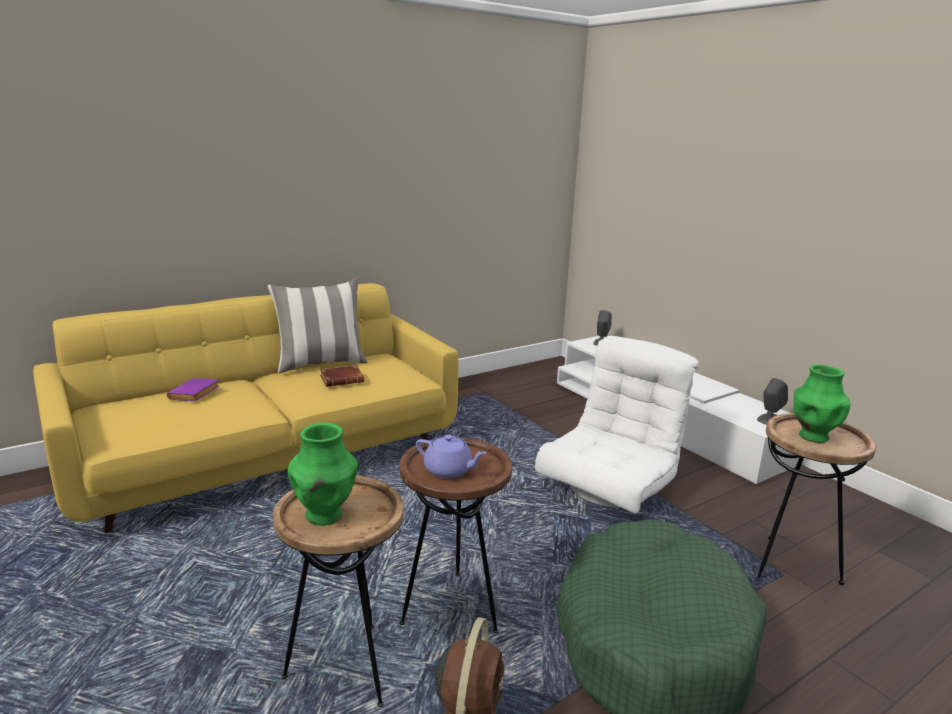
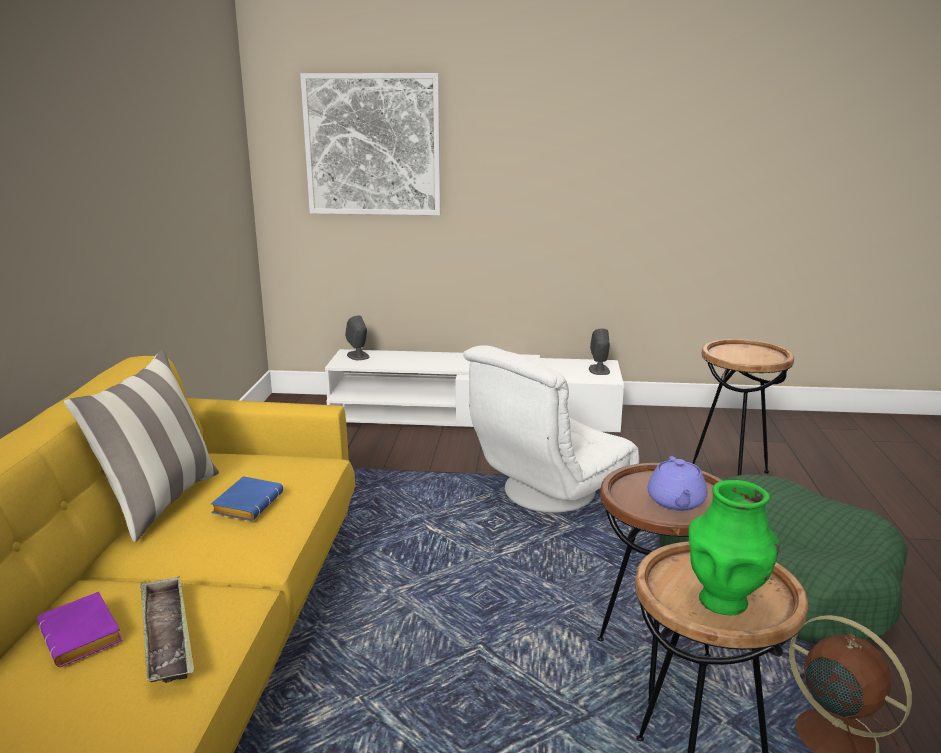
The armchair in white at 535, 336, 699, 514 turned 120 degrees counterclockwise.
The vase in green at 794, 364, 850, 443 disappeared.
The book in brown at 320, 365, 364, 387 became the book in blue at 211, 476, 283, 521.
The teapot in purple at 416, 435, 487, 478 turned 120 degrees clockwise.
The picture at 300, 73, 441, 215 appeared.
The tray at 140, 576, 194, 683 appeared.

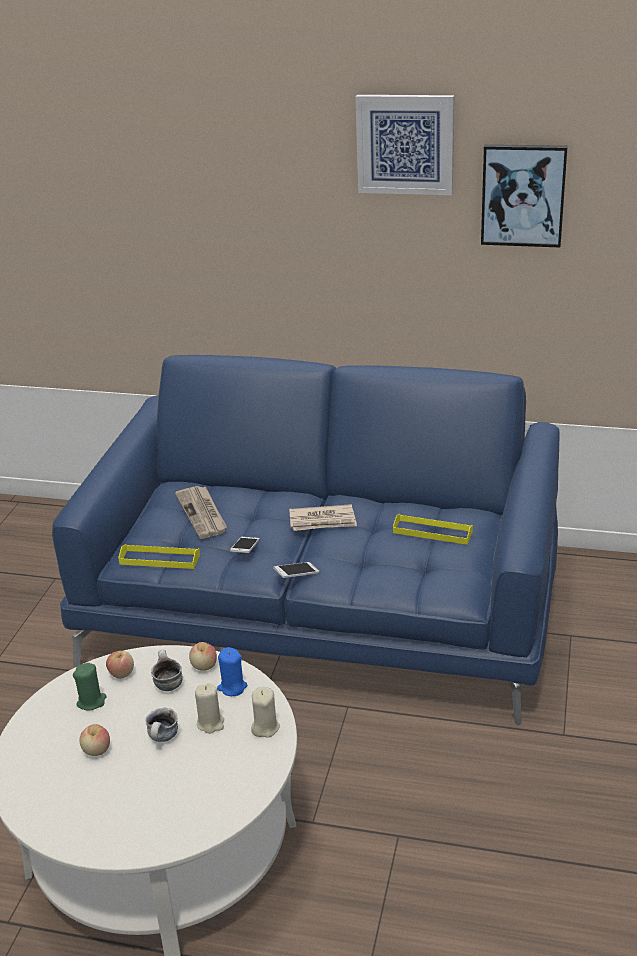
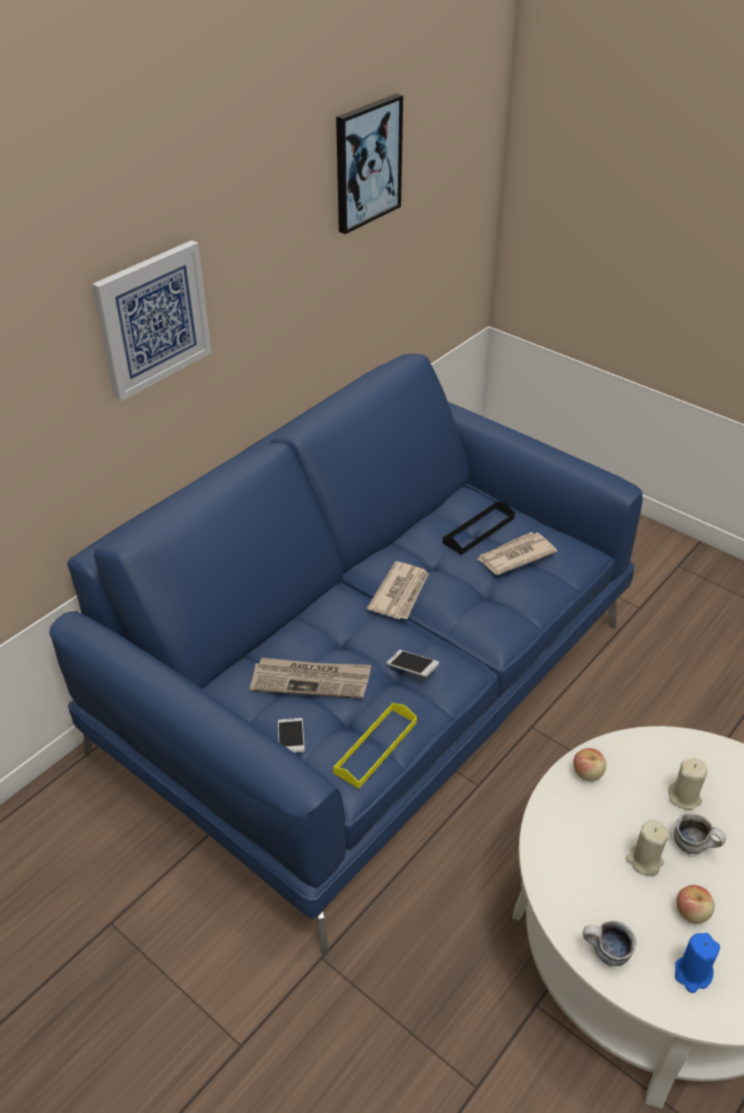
The picture moved from 356, 95, 454, 195 to 92, 240, 211, 401.
The tray in yellow at 393, 514, 473, 545 became the tray in black at 443, 501, 515, 555.
The phone moved from 273, 562, 319, 578 to 278, 718, 305, 753.
The candle in blue moved from 217, 647, 248, 696 to 675, 933, 720, 993.
The mug moved from 151, 650, 183, 691 to 583, 921, 637, 966.
The apple at 106, 651, 134, 679 disappeared.
The candle in green at 73, 663, 107, 711 disappeared.
The candle in beige moved from 251, 687, 280, 738 to 626, 820, 670, 876.
The newspaper at 477, 532, 557, 575 appeared.

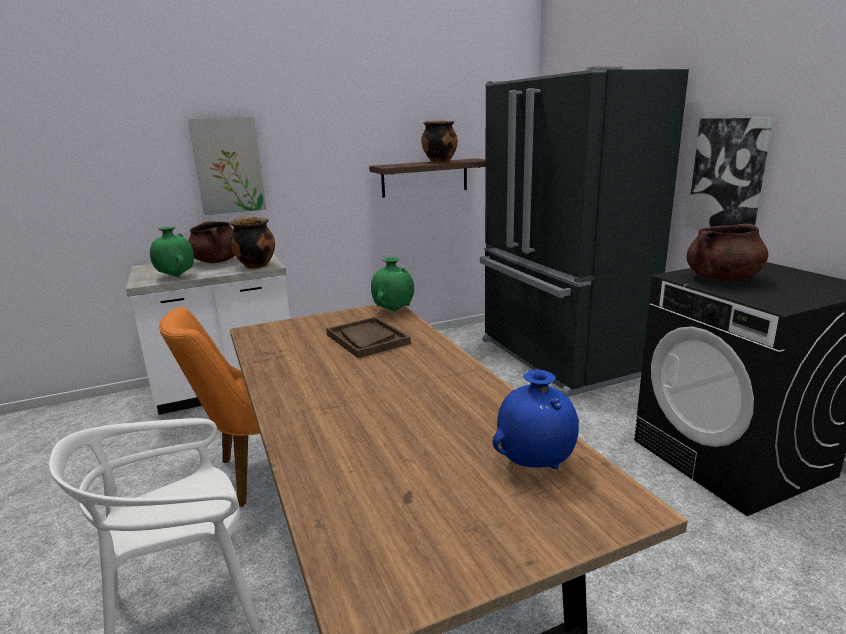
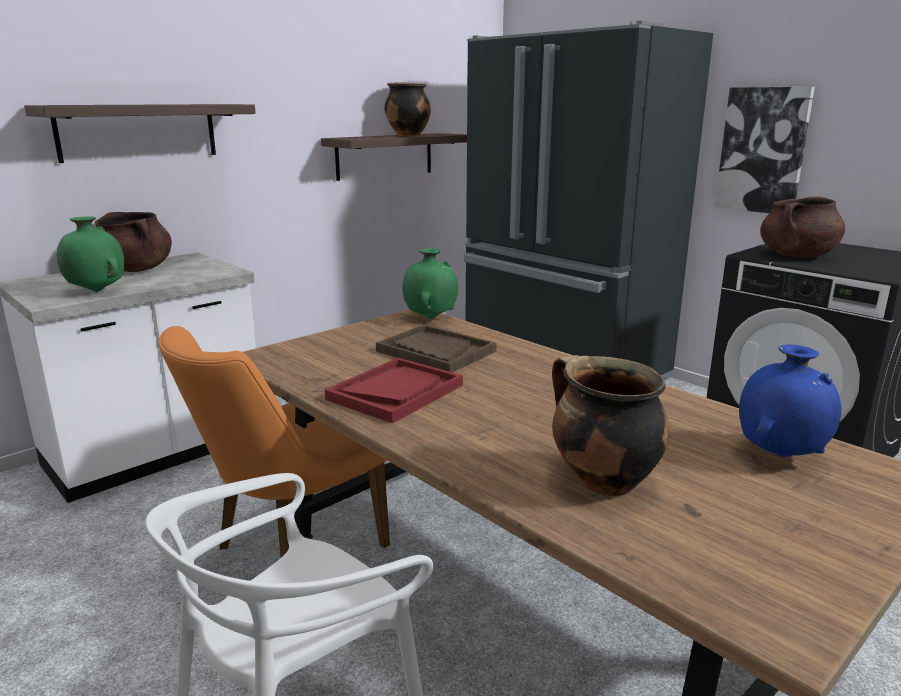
The picture at 188, 117, 266, 215 was replaced by the shelf at 24, 104, 256, 163.
The cooking pot moved from 230, 216, 275, 269 to 552, 355, 670, 496.
The tray in red at 325, 358, 463, 423 appeared.

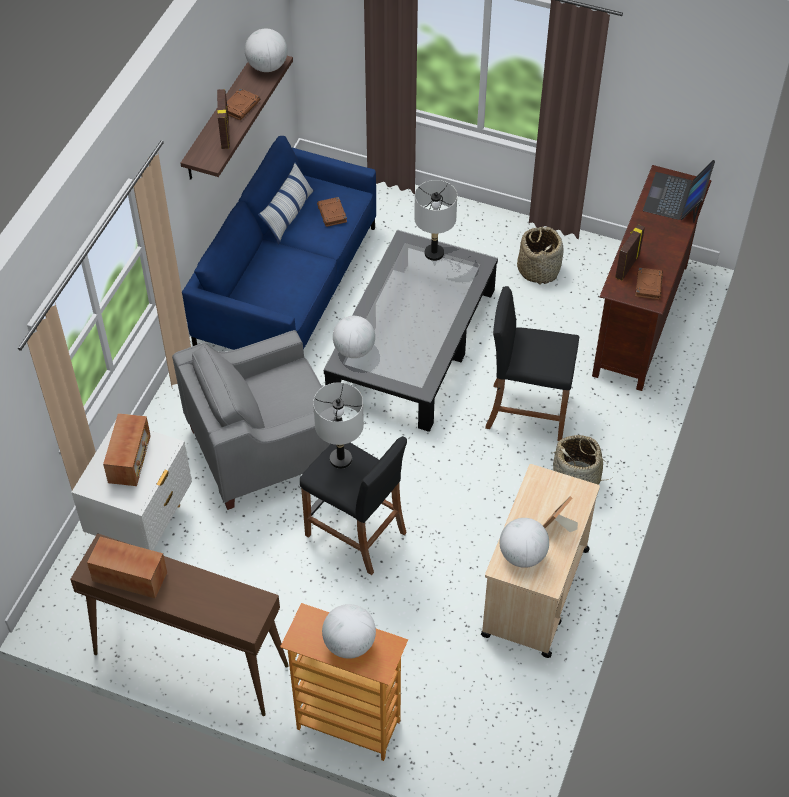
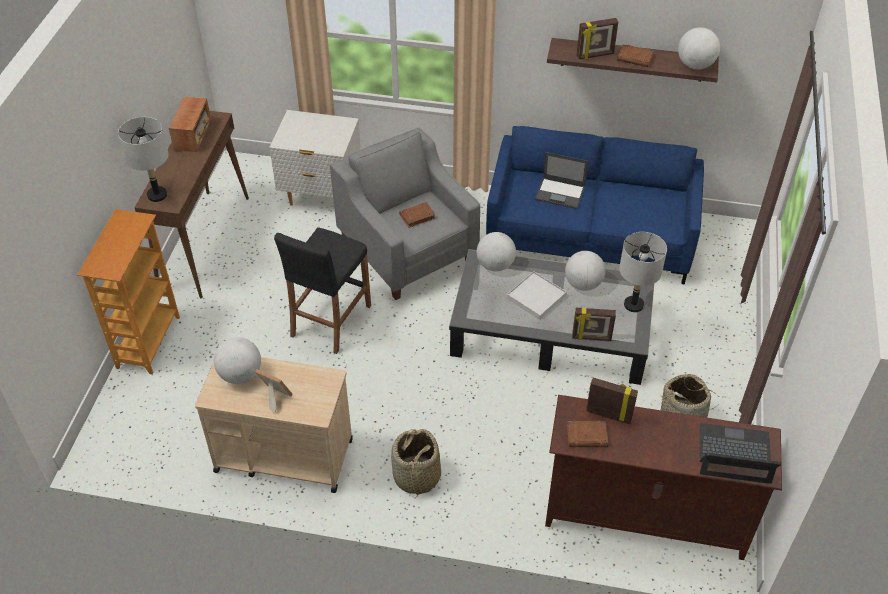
The pillow at 258, 162, 314, 244 disappeared.
The book in brown moved from 317, 197, 347, 227 to 399, 202, 436, 228.
The stool in black at 485, 286, 579, 441 disappeared.
The table lamp in grey moved from 313, 382, 364, 469 to 118, 117, 169, 202.
The radio at 103, 413, 151, 486 disappeared.
The globe moved from 322, 604, 376, 659 to 565, 251, 606, 291.
The laptop at 535, 152, 588, 209 appeared.
The tray in white at 507, 271, 567, 320 appeared.
The picture frame at 572, 308, 616, 341 appeared.

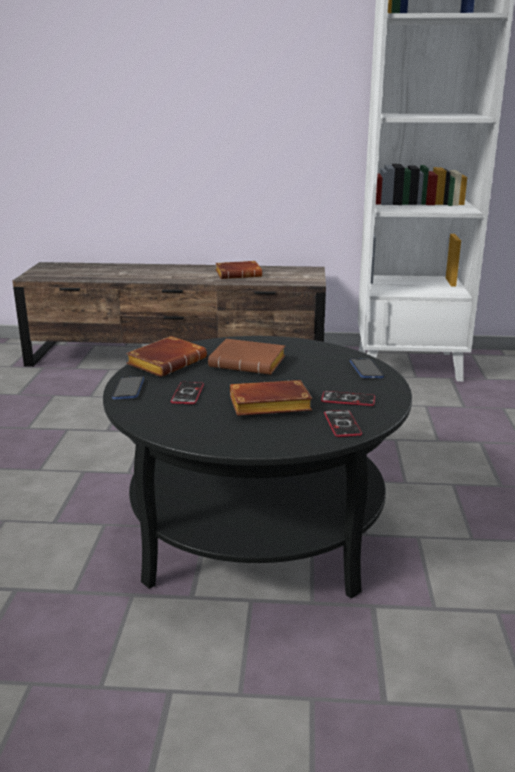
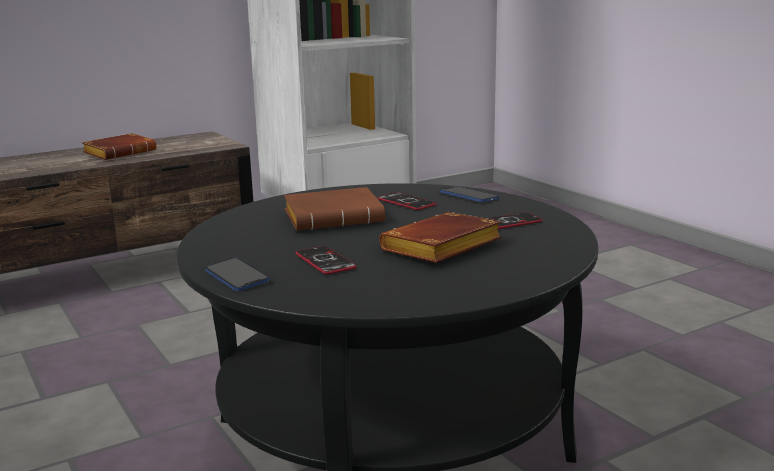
The book in brown at 126, 336, 207, 377 disappeared.
The phone moved from 324, 410, 362, 437 to 378, 192, 437, 210.

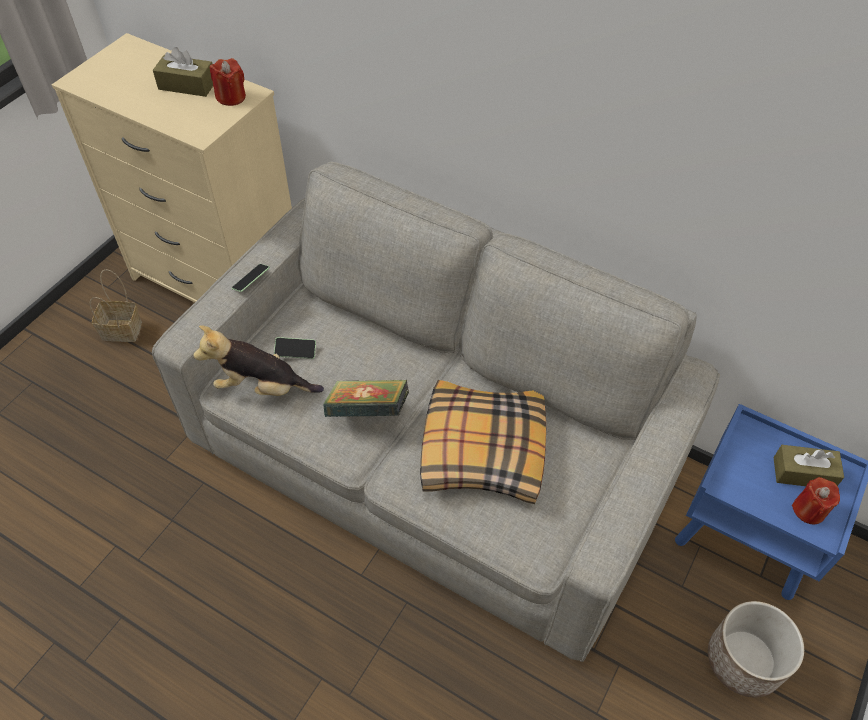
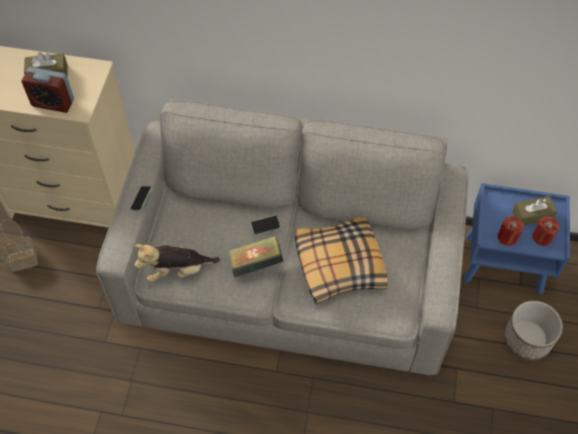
The candle in red moved from 210, 58, 246, 106 to 497, 216, 524, 246.
The phone moved from 274, 337, 316, 359 to 251, 215, 280, 235.
The alarm clock at 22, 67, 74, 113 appeared.

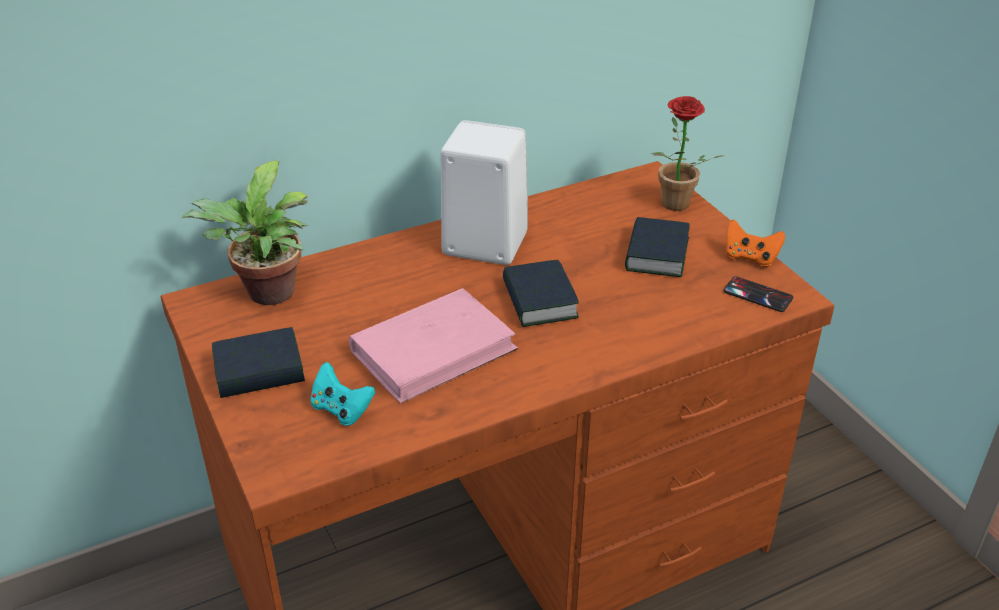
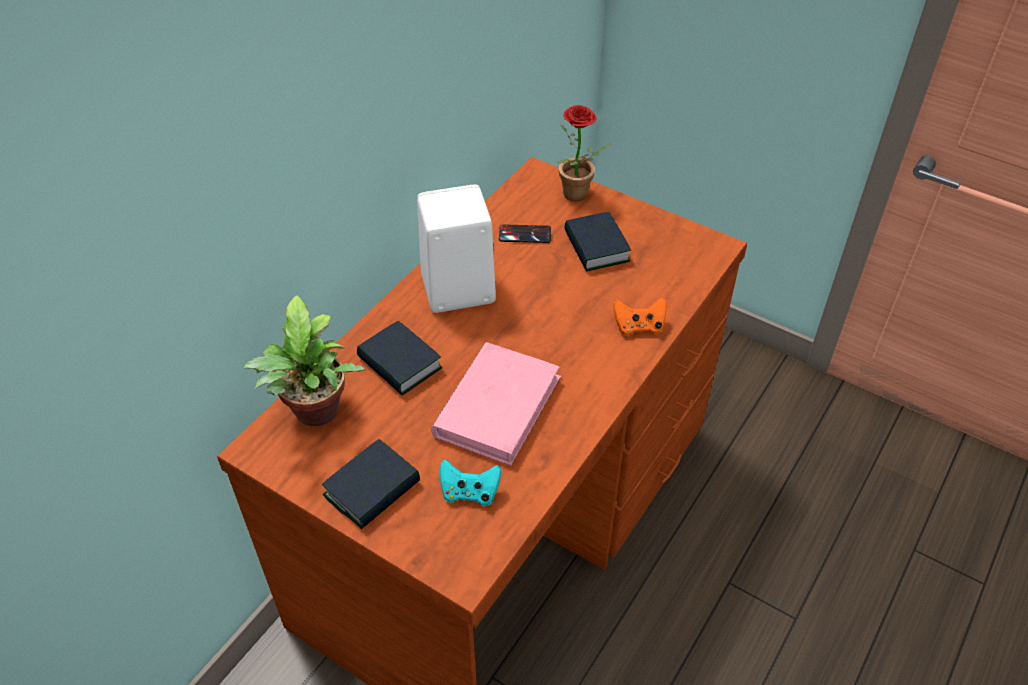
The game controller in orange moved from 726, 219, 785, 267 to 614, 297, 667, 336.
The book moved from 503, 260, 579, 327 to 357, 321, 442, 396.
The phone moved from 723, 276, 793, 312 to 499, 224, 551, 243.

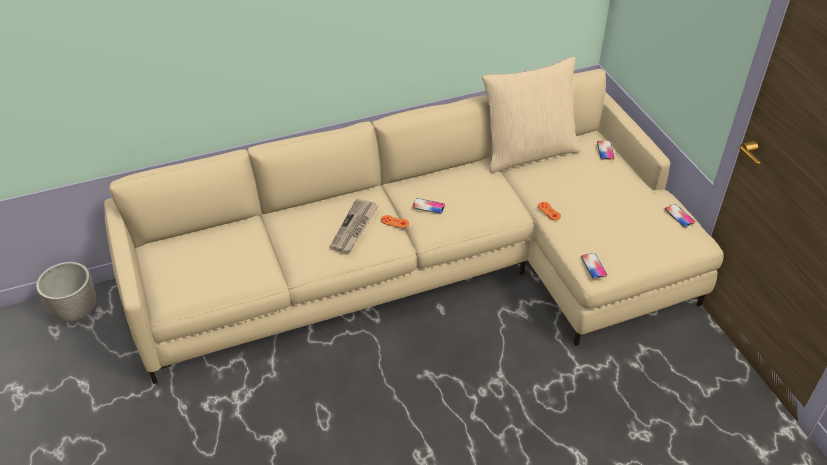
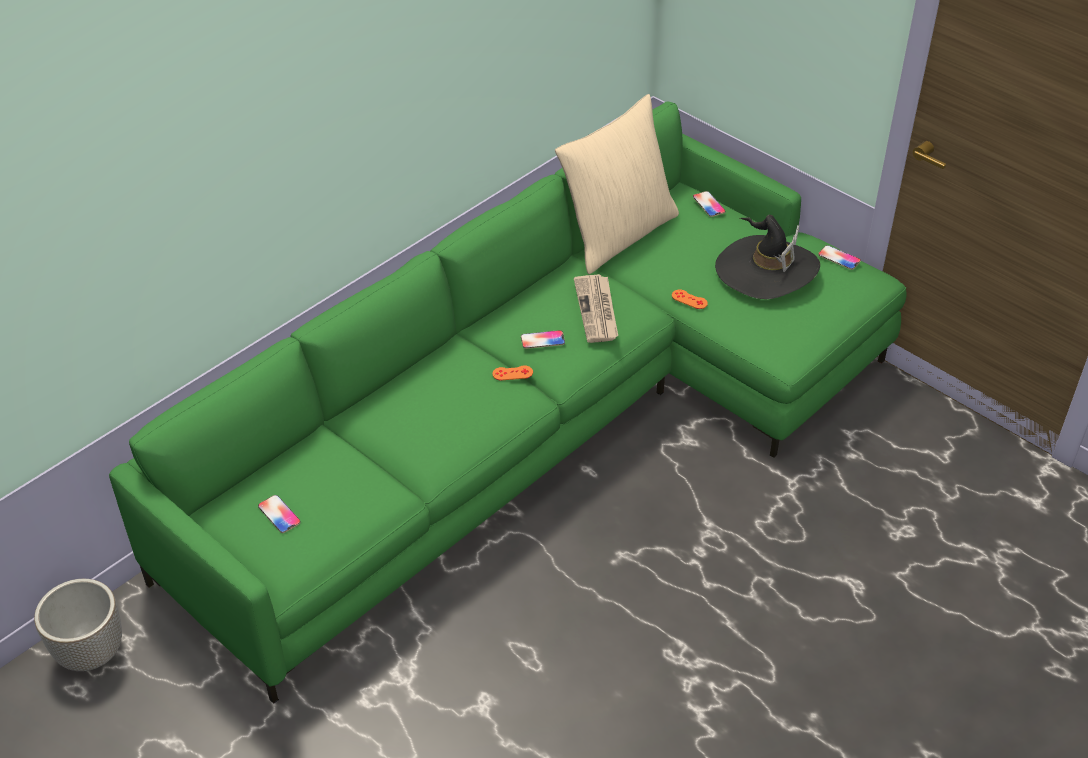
The sofa in beige at 104, 68, 724, 384 became the sofa in green at 109, 101, 907, 704.
The newspaper moved from 330, 199, 379, 253 to 574, 274, 618, 343.
The phone moved from 581, 253, 607, 279 to 258, 495, 301, 533.
The hat in black at 715, 215, 820, 299 appeared.

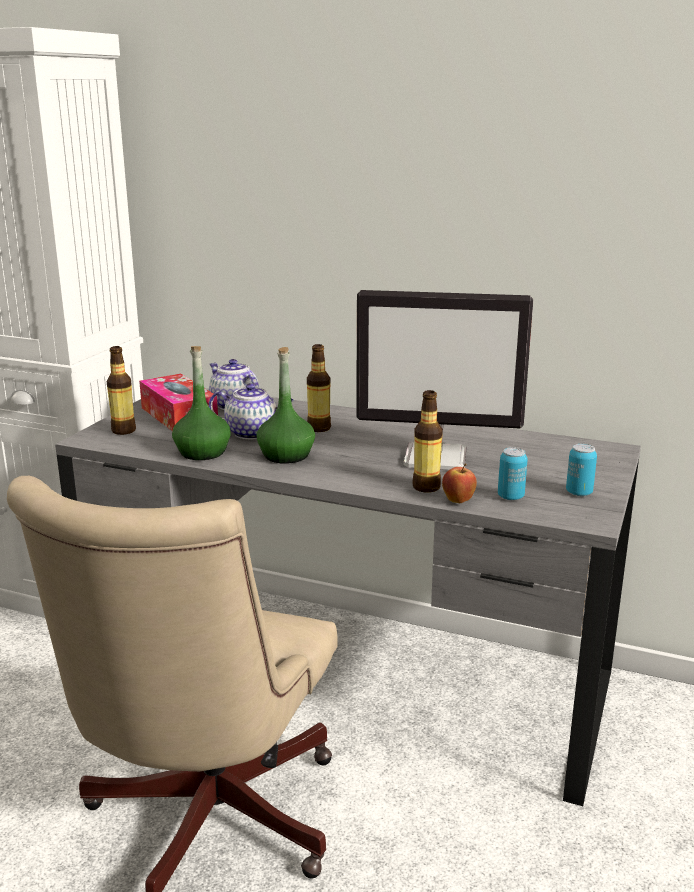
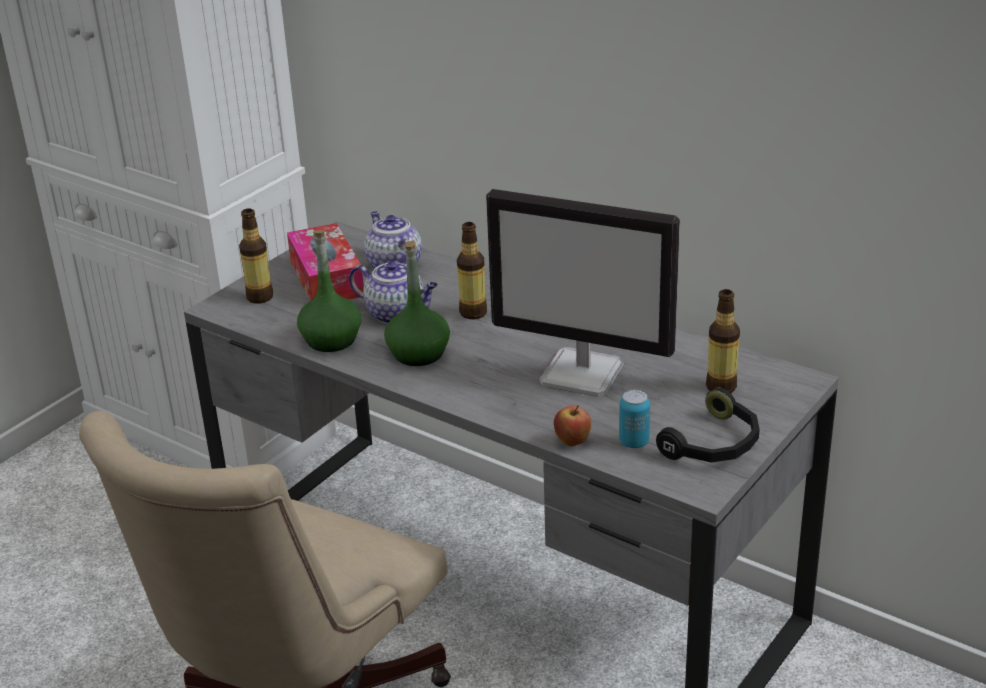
The bottle moved from 412, 390, 443, 493 to 706, 289, 740, 393.
The can at 566, 444, 597, 496 was replaced by the headphones in black at 656, 388, 760, 463.

